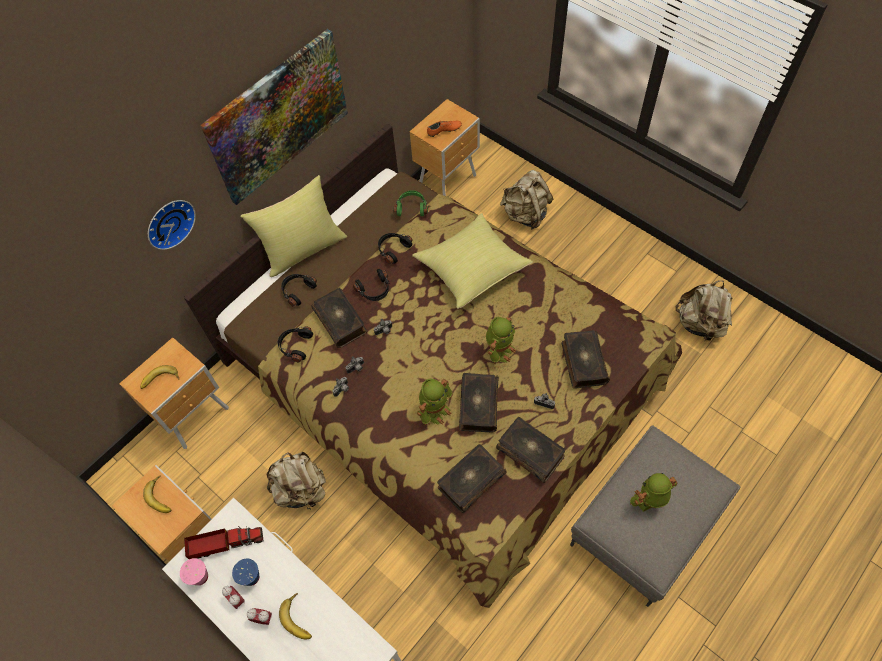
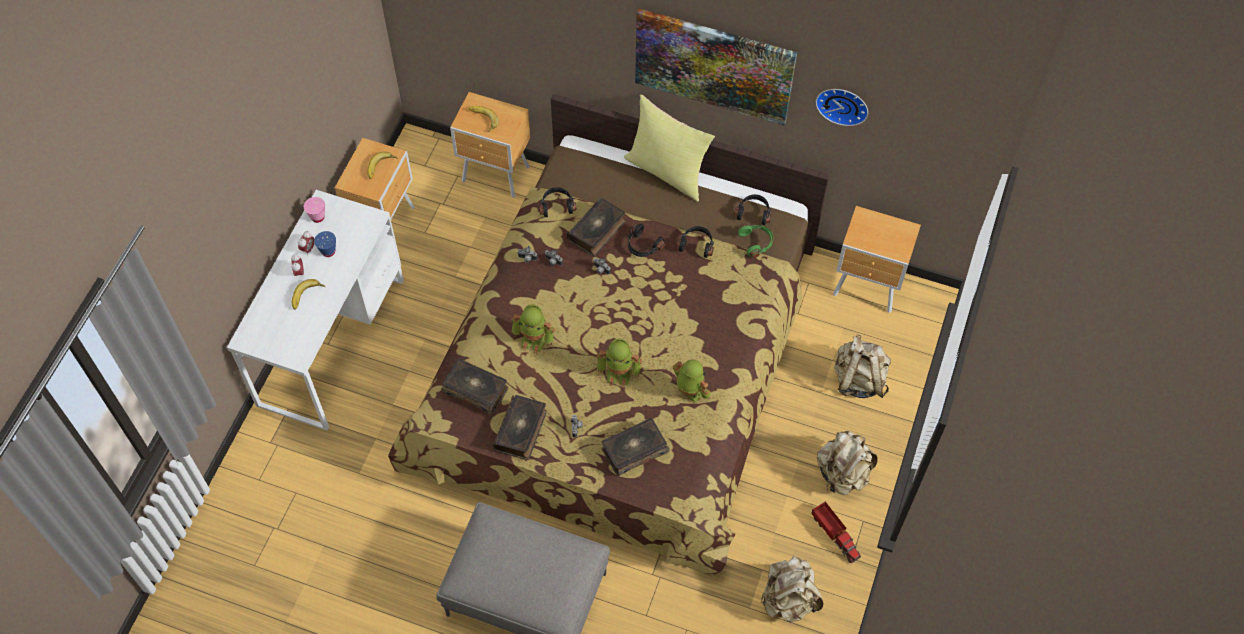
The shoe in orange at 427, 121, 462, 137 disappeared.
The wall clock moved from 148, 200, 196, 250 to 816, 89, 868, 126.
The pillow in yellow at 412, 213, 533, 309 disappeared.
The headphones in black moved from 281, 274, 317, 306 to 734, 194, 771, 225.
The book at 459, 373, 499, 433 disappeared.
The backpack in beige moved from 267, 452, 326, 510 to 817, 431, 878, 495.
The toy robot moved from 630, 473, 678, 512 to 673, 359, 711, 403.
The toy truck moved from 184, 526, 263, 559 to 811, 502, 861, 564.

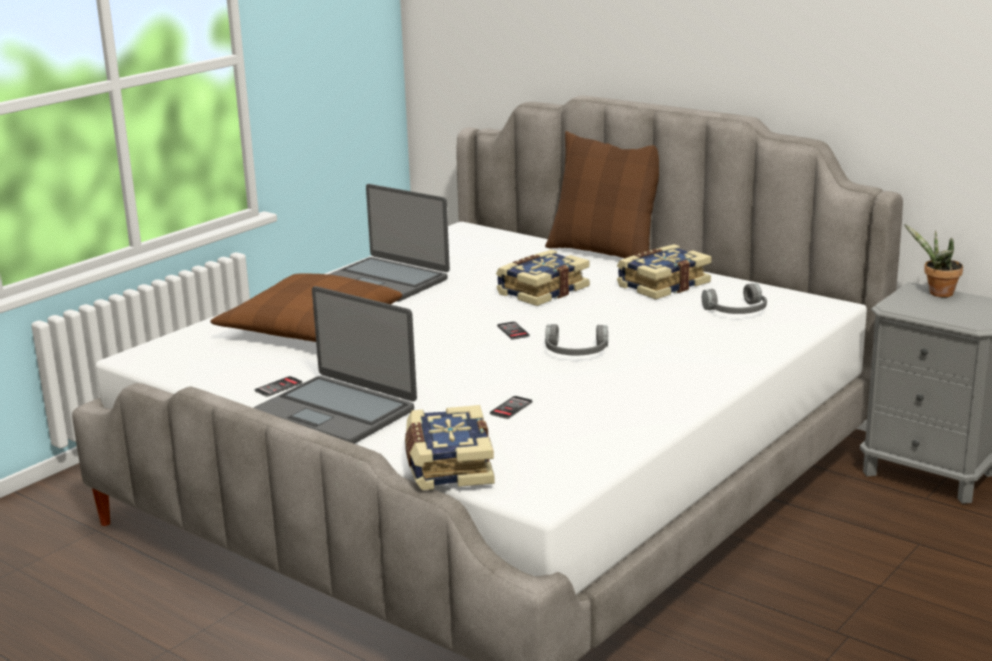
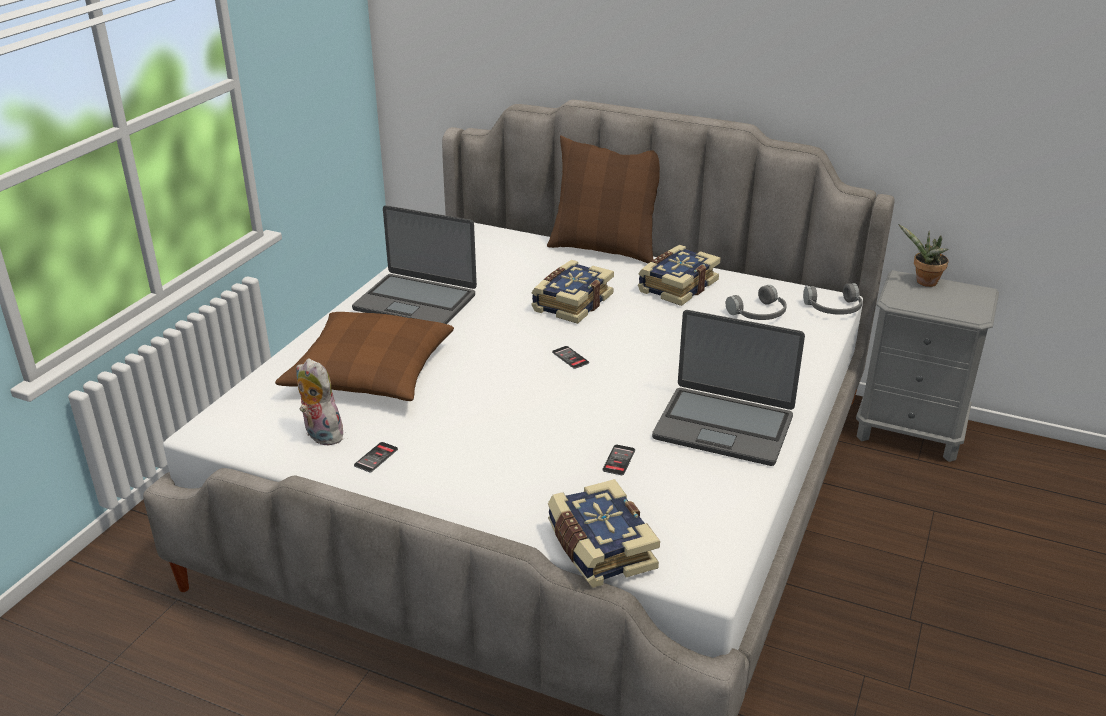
The laptop moved from 254, 286, 417, 444 to 652, 310, 805, 466.
The headphones in grey moved from 545, 324, 608, 355 to 803, 283, 862, 315.
The plush toy at 296, 358, 343, 445 appeared.

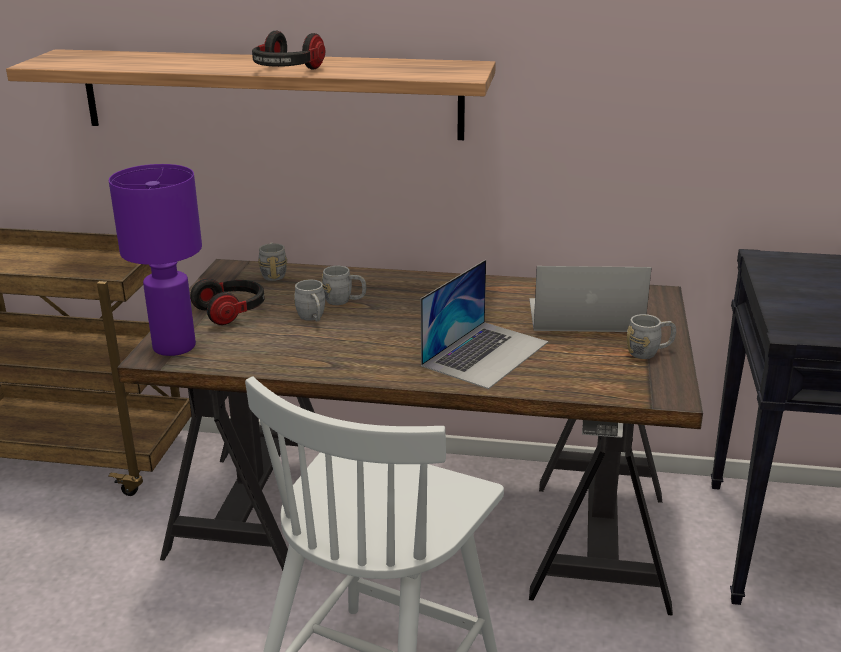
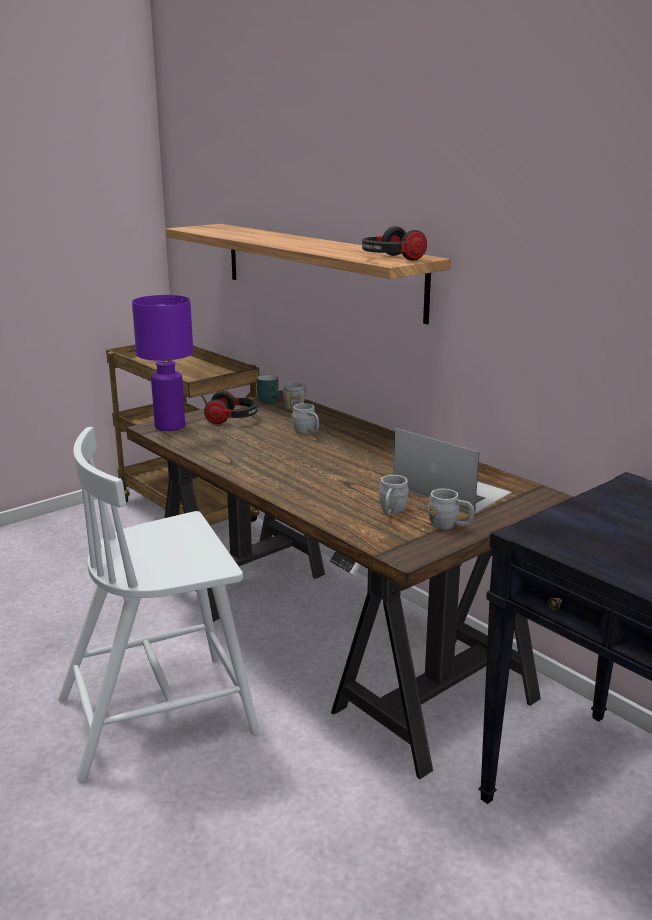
The headphones moved from 252, 31, 325, 69 to 362, 226, 427, 260.
The laptop at 421, 260, 548, 389 disappeared.
The mug in grey moved from 294, 280, 325, 321 to 379, 475, 409, 515.
The mug in turquoise at 257, 375, 279, 403 appeared.

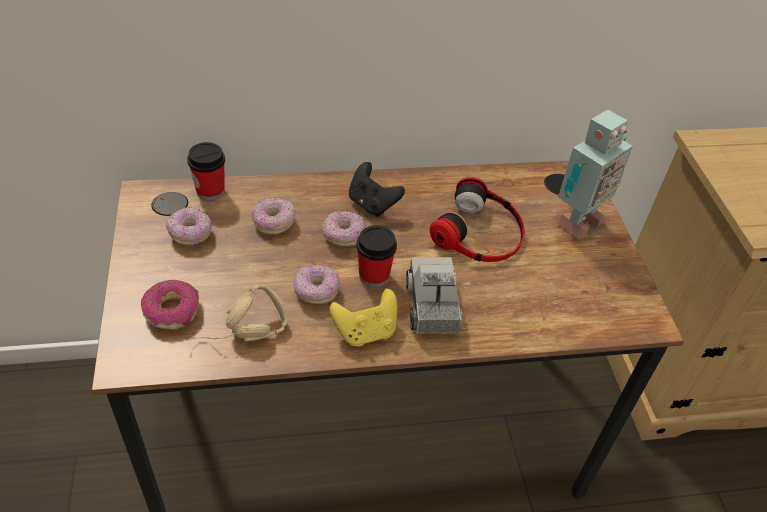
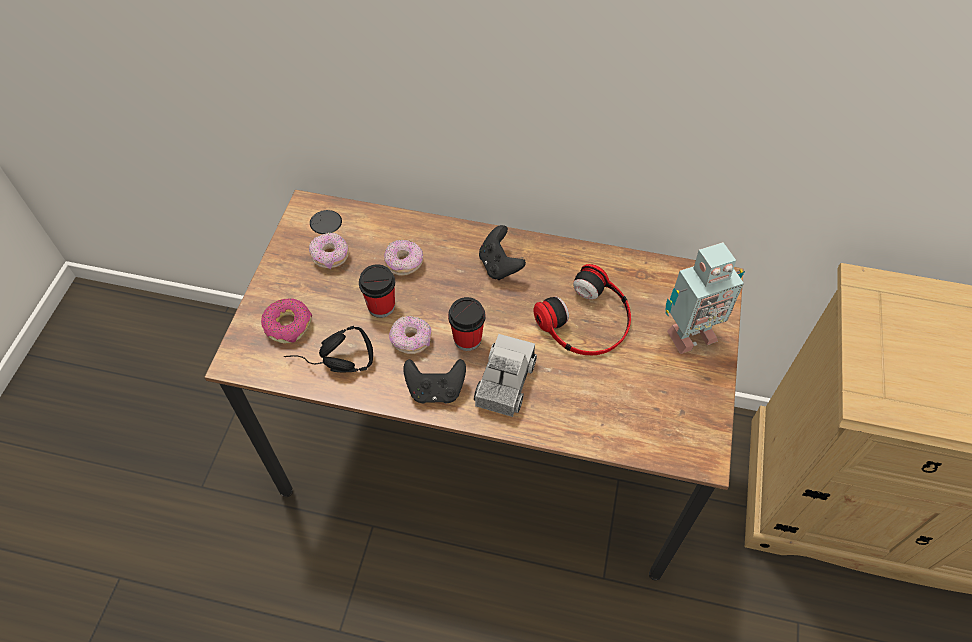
The cup moved from 187, 142, 225, 201 to 359, 264, 395, 318.
The donut at 322, 211, 366, 247 disappeared.
The headphones in beige at 185, 285, 288, 341 became the headphones in black at 284, 326, 373, 373.
The game controller in yellow at 329, 289, 397, 346 became the game controller in black at 404, 359, 466, 403.

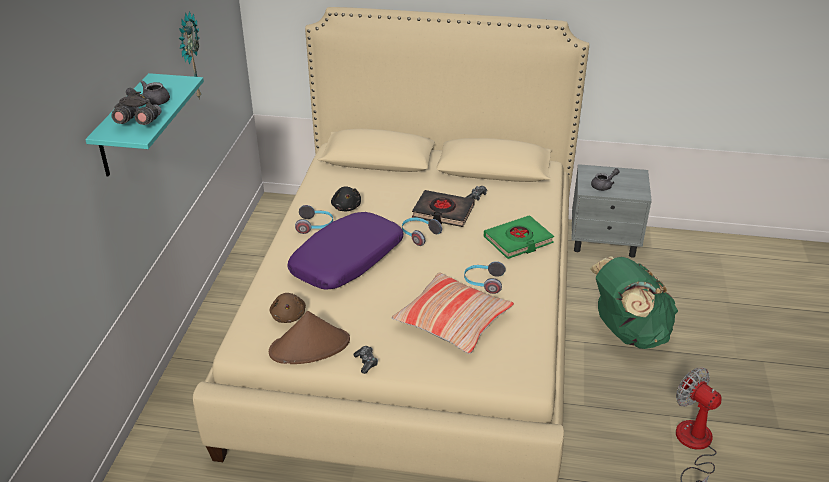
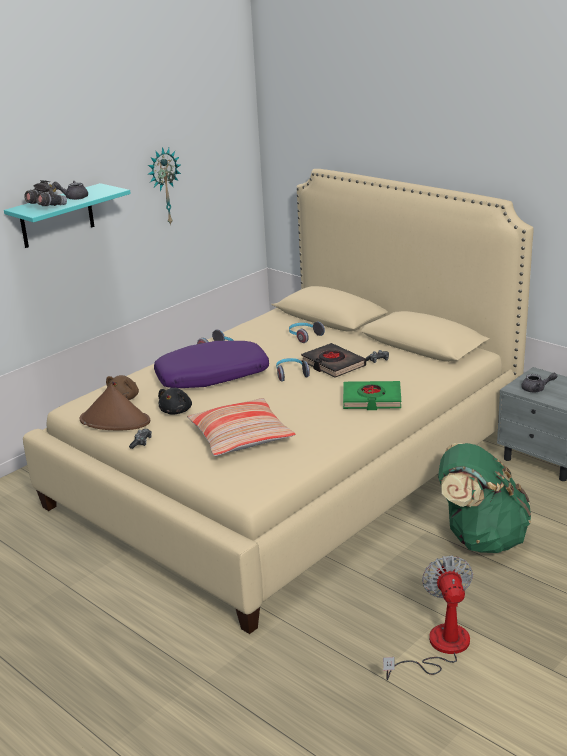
The plush toy in black moved from 331, 186, 361, 211 to 158, 388, 192, 415.
The headphones moved from 464, 261, 506, 294 to 289, 321, 325, 343.

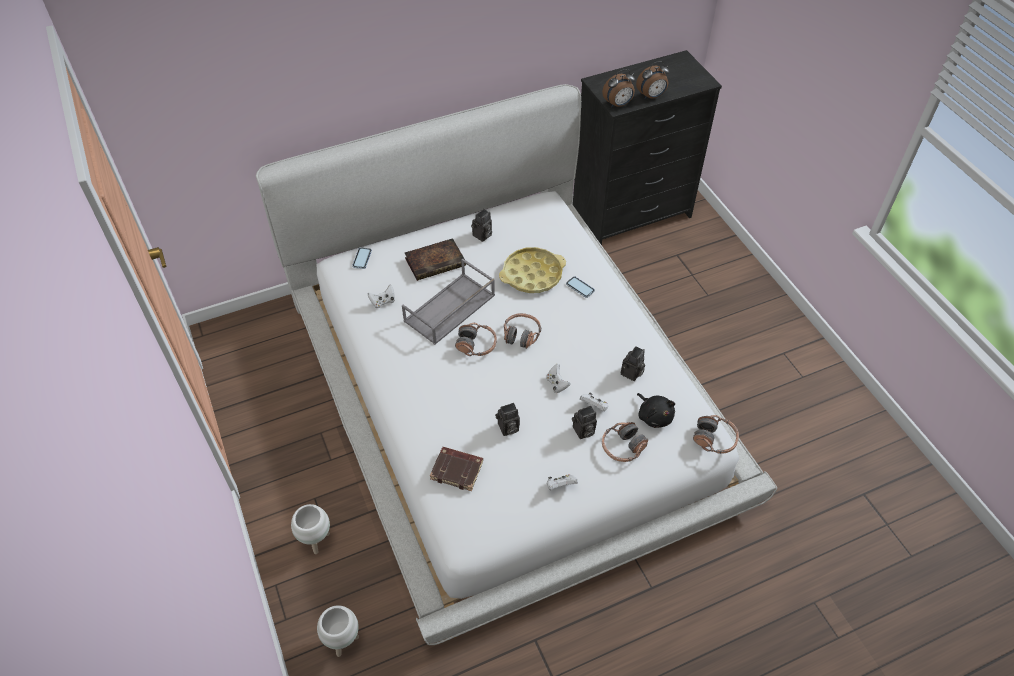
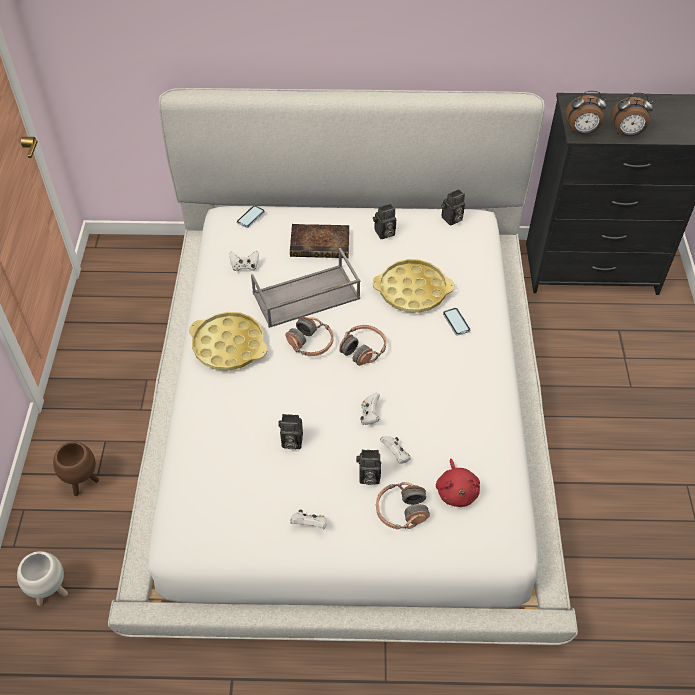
The photo camera moved from 621, 346, 645, 381 to 441, 189, 465, 226.
The plush toy in black at 637, 393, 675, 428 became the plush toy in red at 436, 459, 480, 507.
The headphones at 693, 415, 739, 454 disappeared.
The book in brown at 430, 447, 483, 491 disappeared.
The planter in white at 291, 504, 330, 554 became the planter in brown at 53, 441, 99, 496.
The tray in yellow at 189, 312, 268, 371 appeared.

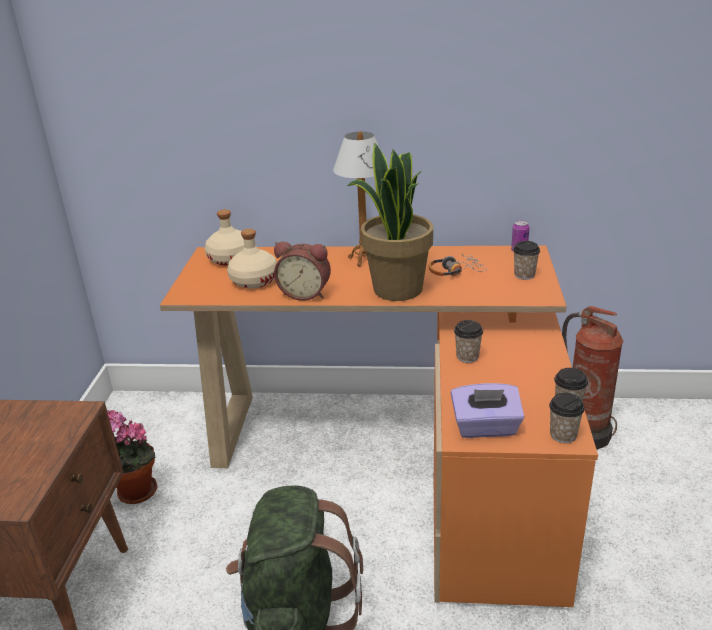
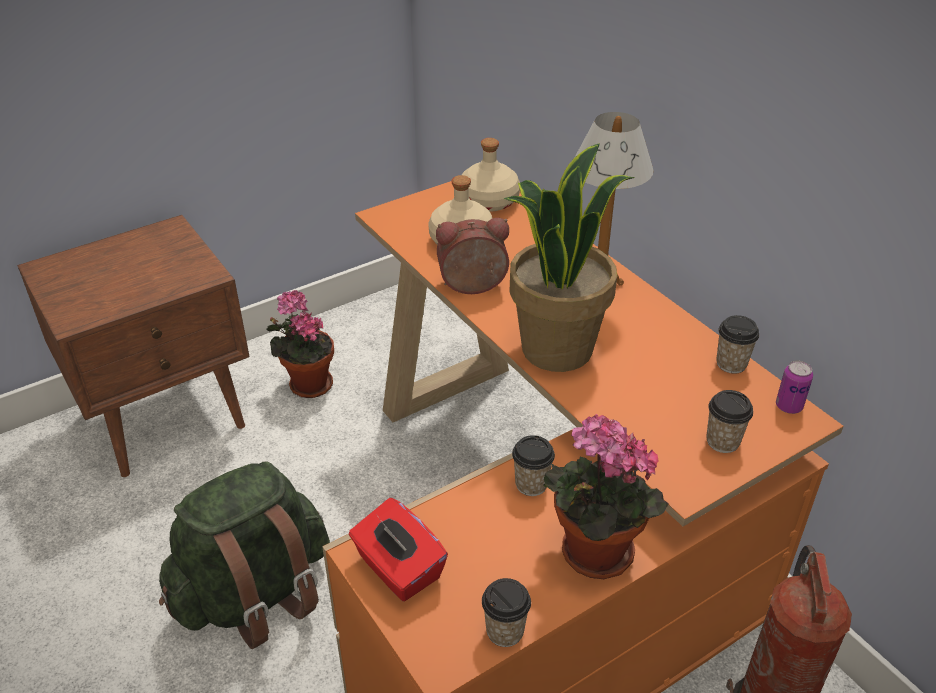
The alarm clock at 274, 242, 331, 301 turned 105 degrees clockwise.
The headphones at 428, 253, 487, 276 disappeared.
The tissue box in purple at 451, 383, 524, 438 became the tissue box in red at 349, 498, 448, 601.
The cup moved from 549, 393, 585, 443 to 716, 315, 759, 374.
The potted plant at 543, 414, 669, 579 appeared.

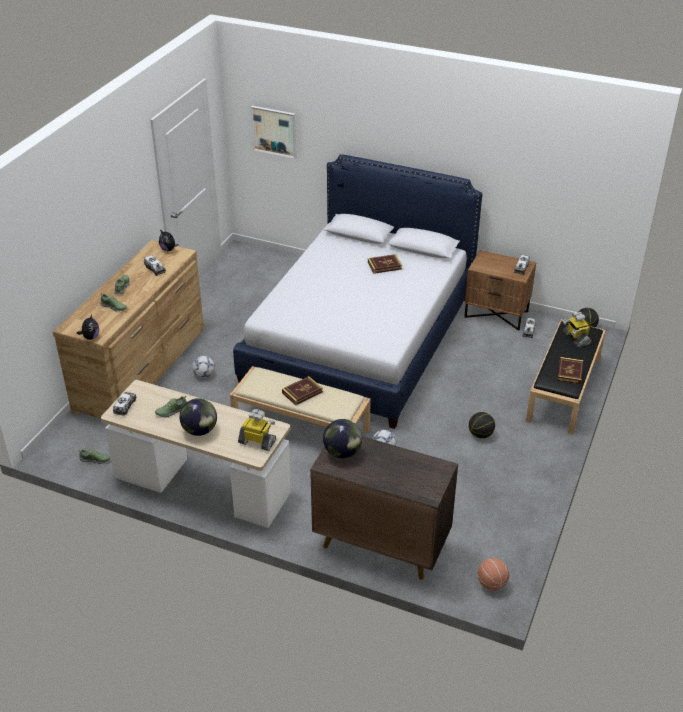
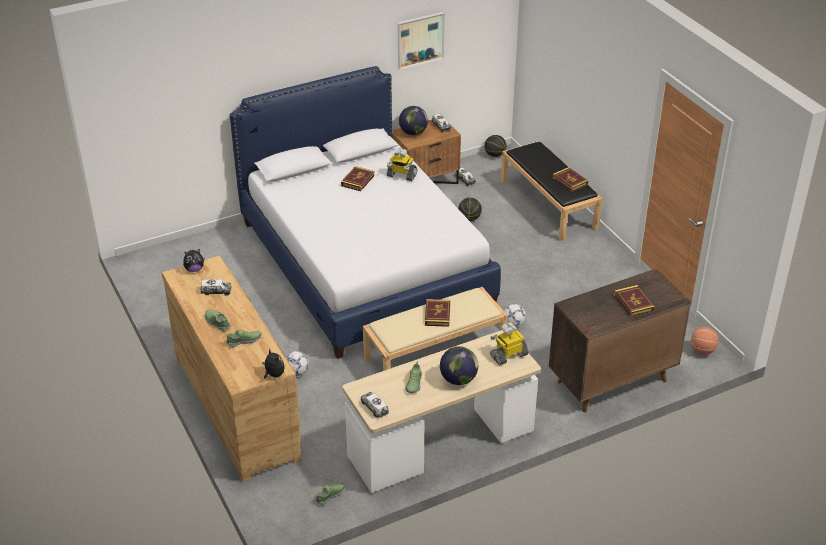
The picture moved from 251, 106, 297, 159 to 398, 12, 445, 70.
The toy robot moved from 563, 312, 592, 348 to 387, 148, 417, 181.
The basketball moved from 469, 412, 495, 438 to 458, 198, 482, 221.
The globe moved from 323, 419, 362, 458 to 399, 106, 428, 135.
The book at 614, 285, 655, 317 appeared.

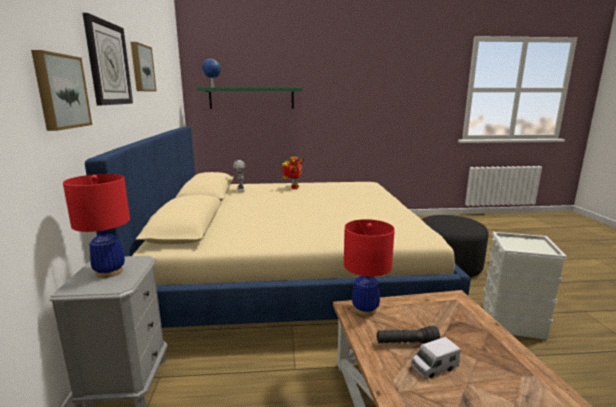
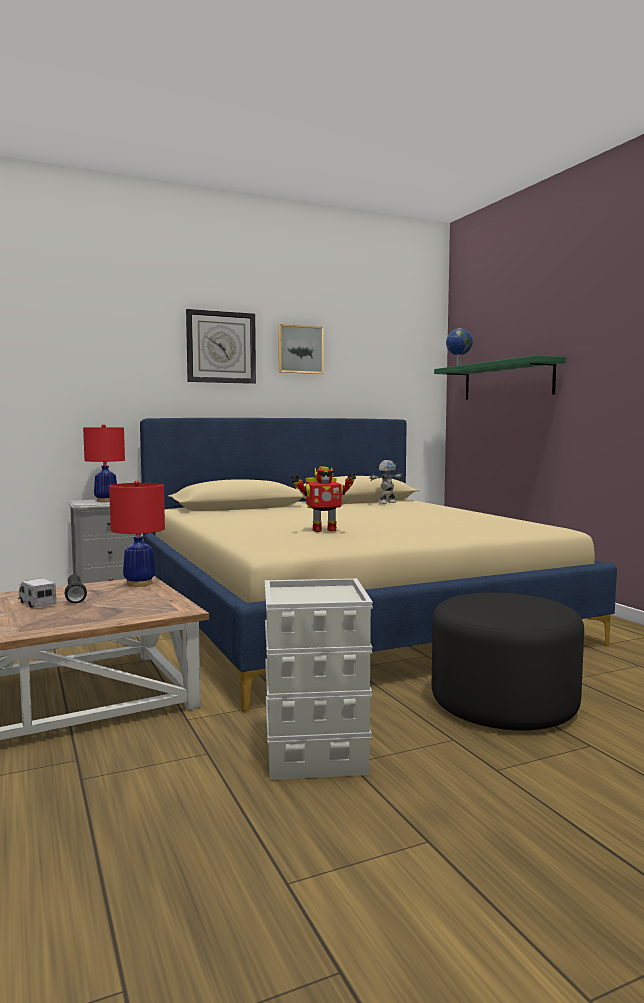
The picture at 31, 50, 92, 131 disappeared.
The toy robot moved from 282, 157, 305, 189 to 291, 467, 356, 532.

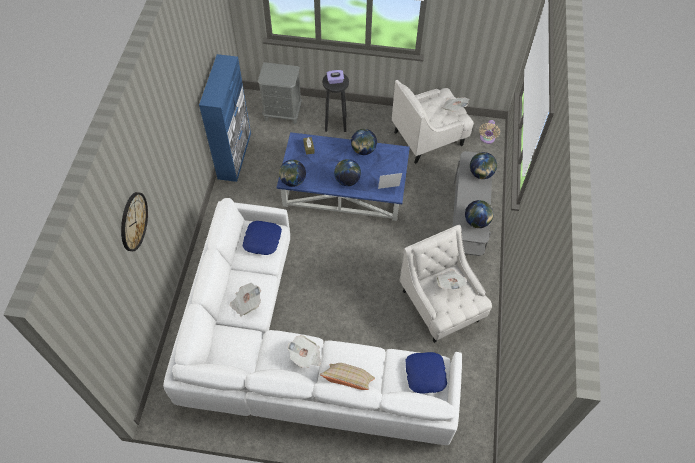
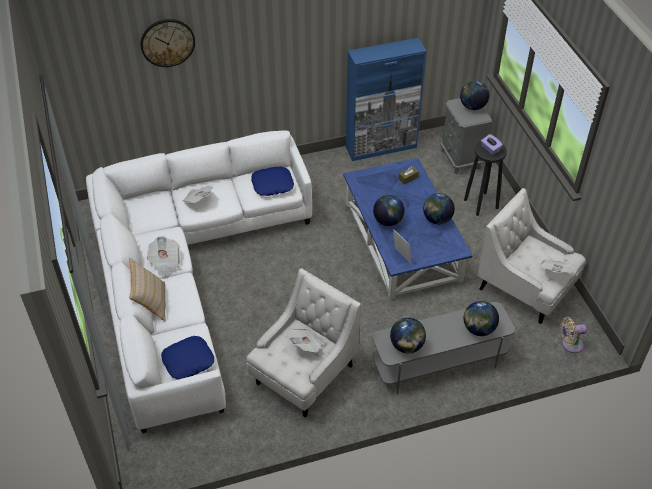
The globe moved from 279, 160, 306, 187 to 460, 81, 489, 110.

